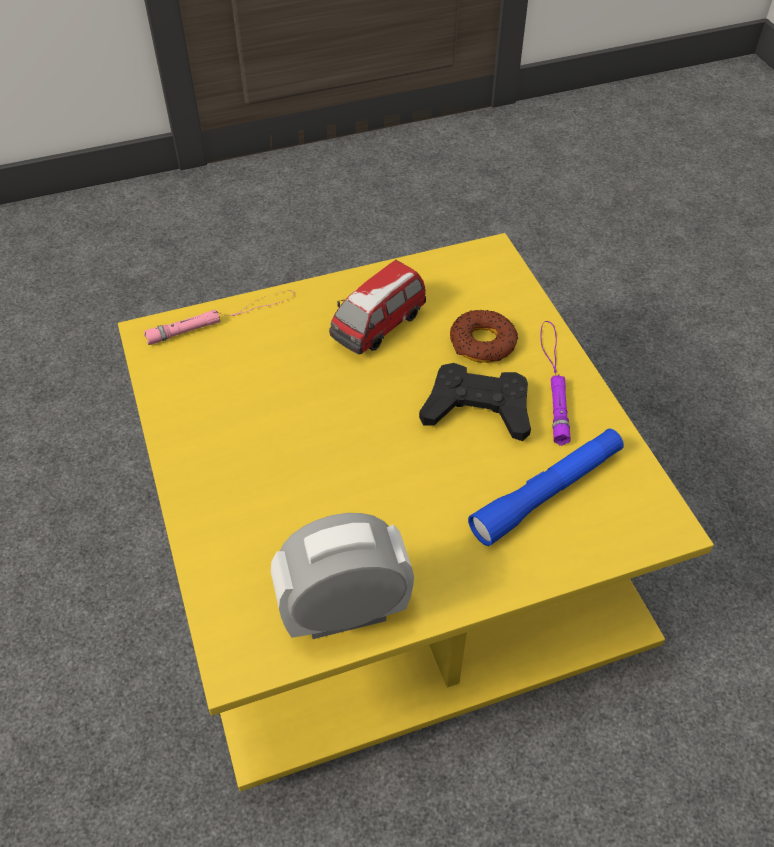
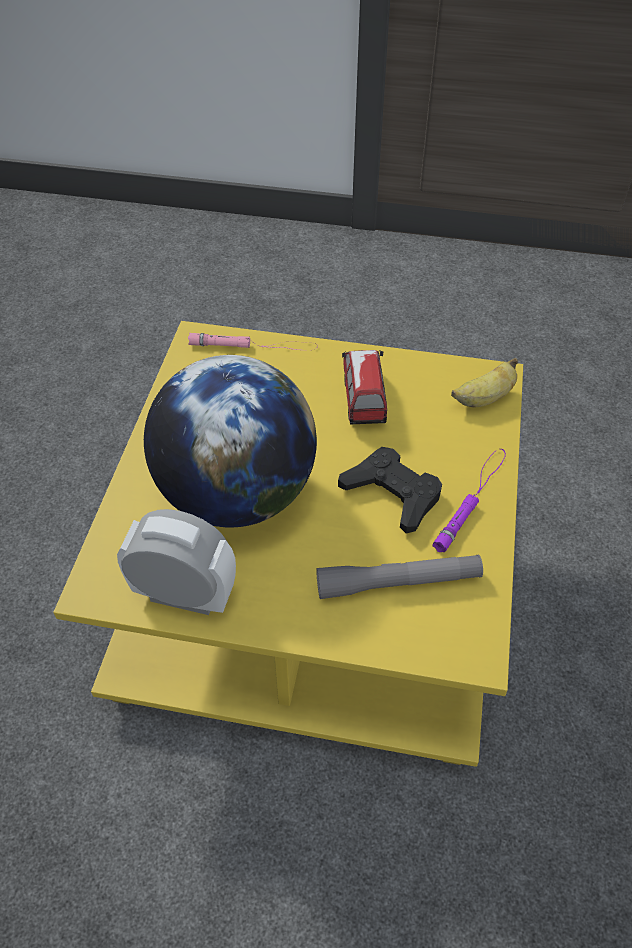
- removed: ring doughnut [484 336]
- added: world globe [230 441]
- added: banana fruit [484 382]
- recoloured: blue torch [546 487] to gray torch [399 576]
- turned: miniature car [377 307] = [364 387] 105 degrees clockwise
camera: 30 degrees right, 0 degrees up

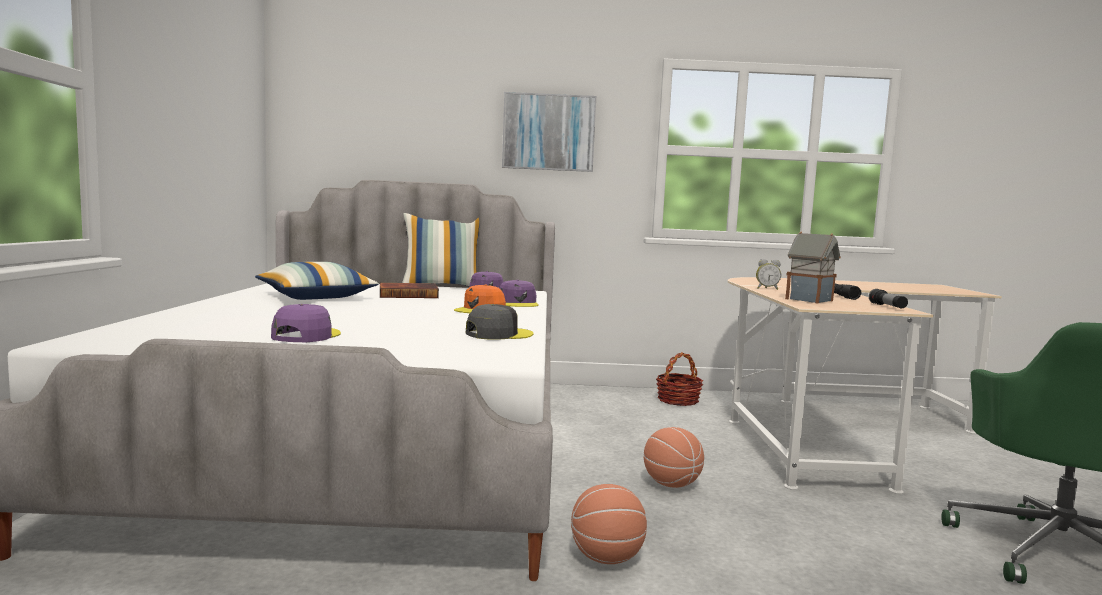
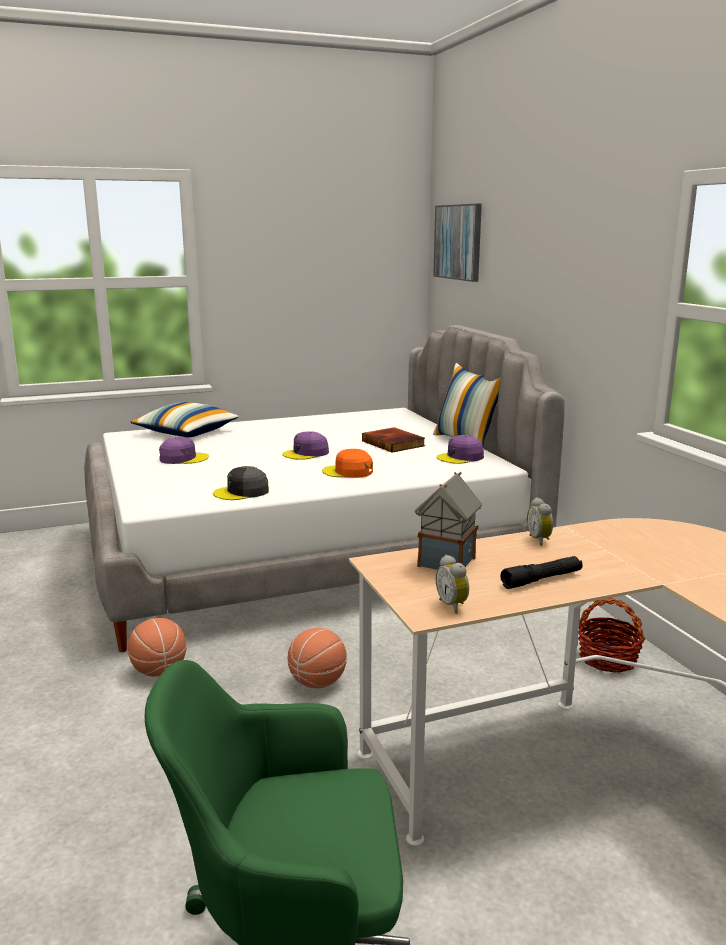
- moved: pillow [317 281] to [184 419]
- moved: purple-coloured baseball cap [519 293] to [305 445]
- moved: wall art [549 132] to [457 243]
- replaced: torch [888 298] to bedside clock [452 584]
- turned: gray baseball cap [499 322] = [241 483] 120 degrees clockwise
camera: 70 degrees right, 10 degrees up

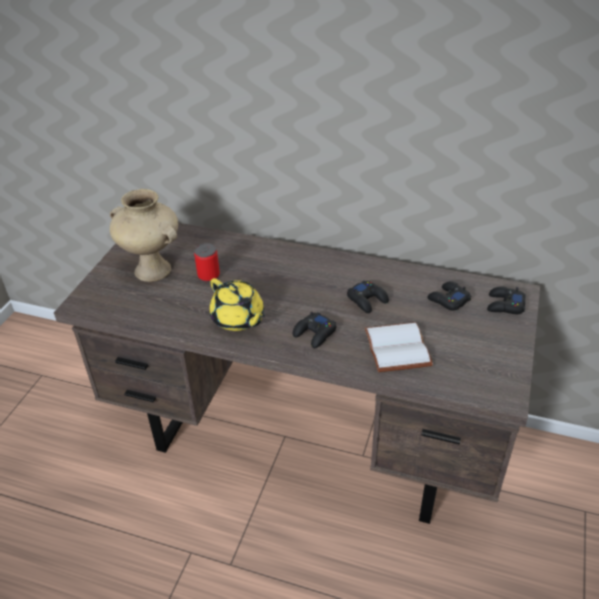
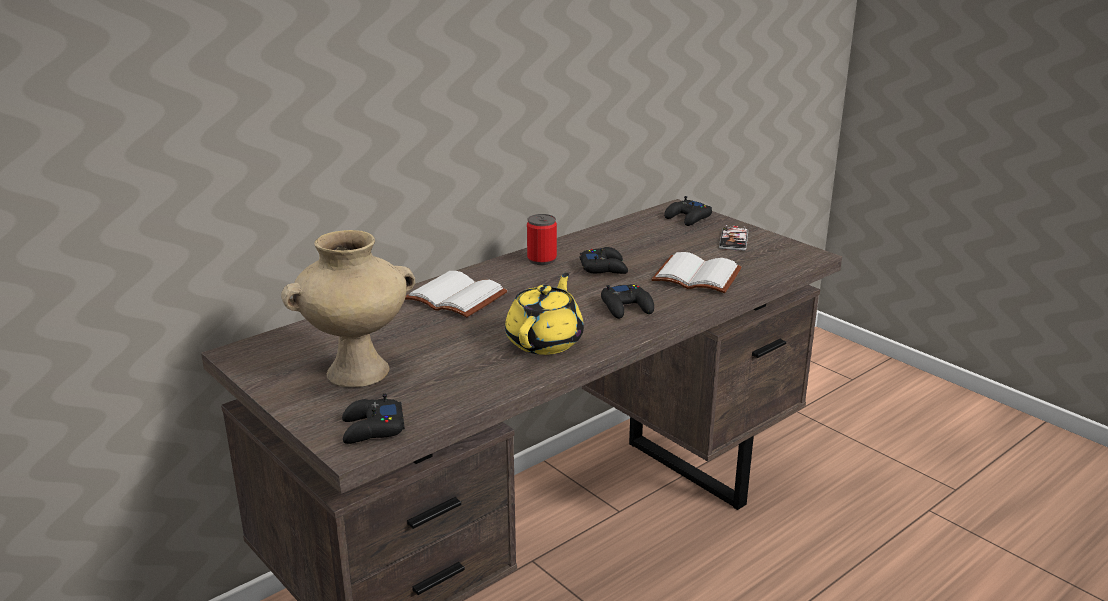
- added: white-coloured book [456 294]
- added: handset [733 238]
- moved: metal can [207 262] to [542 239]
- moved: black game controller [449 296] to [373 419]
- turned: yellowish pot for tea [237 304] = [544 314] 60 degrees counterclockwise
camera: 60 degrees left, 15 degrees down

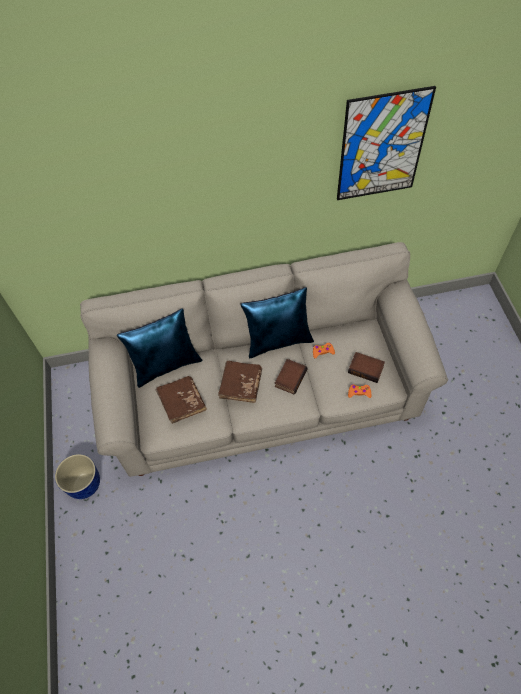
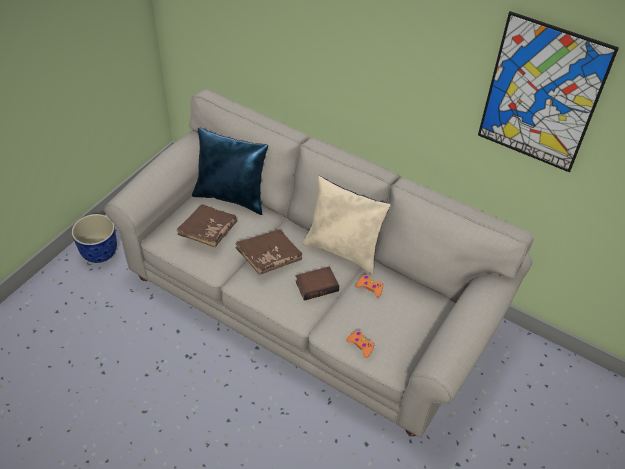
- removed: book [366 367]
- recoloured: blue pillow [277 322] to sand-coloured pillow [346 225]
camera: 40 degrees right, 10 degrees down

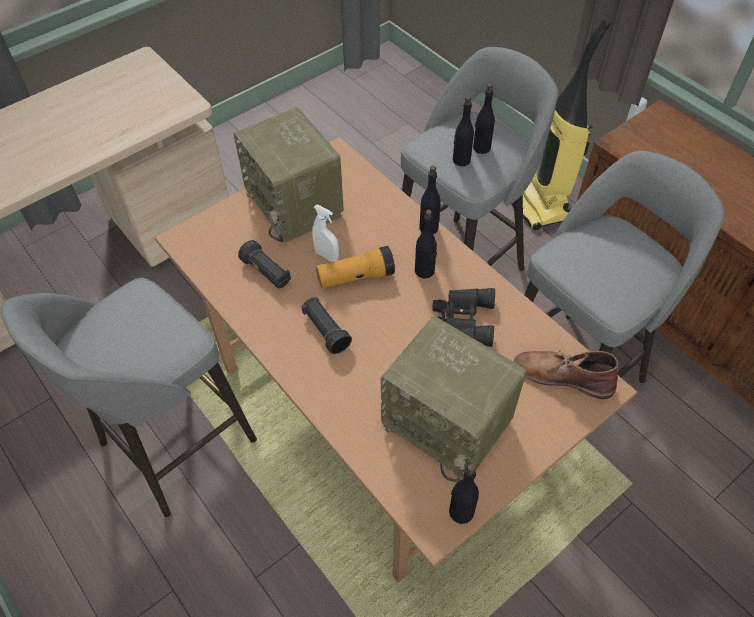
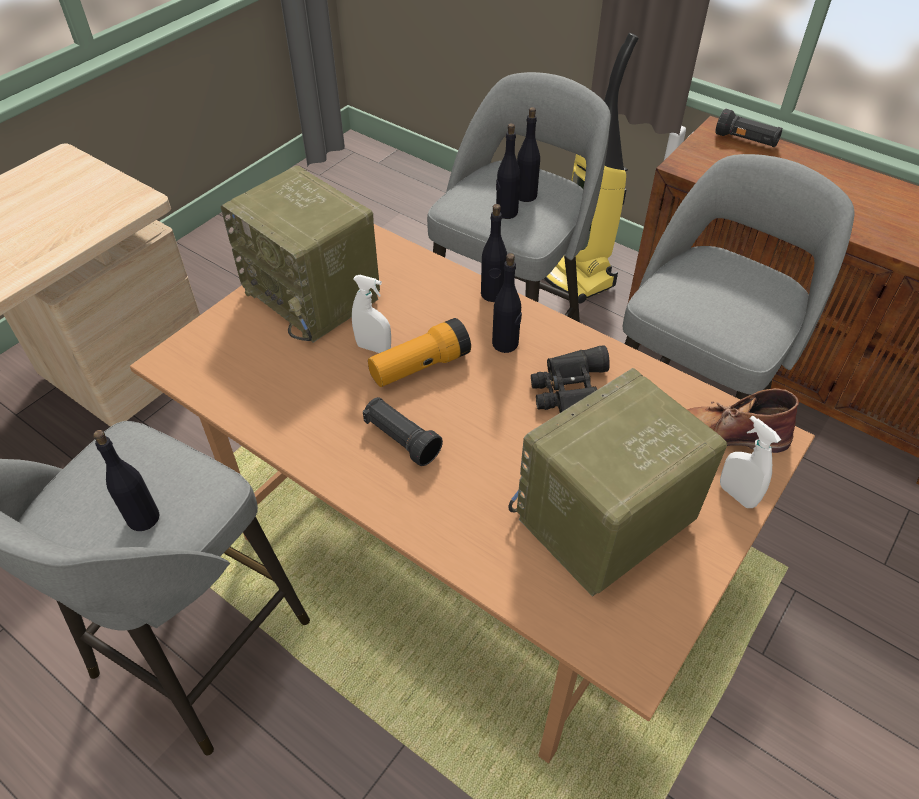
- added: white-coloured sprayer [750 461]
- moved: black torch [264 264] to [748 128]
- moved: black drink bottle [464 494] to [126 480]
- turned: radio receiver [454 400] = [617 482] 120 degrees clockwise
camera: 15 degrees left, 5 degrees down

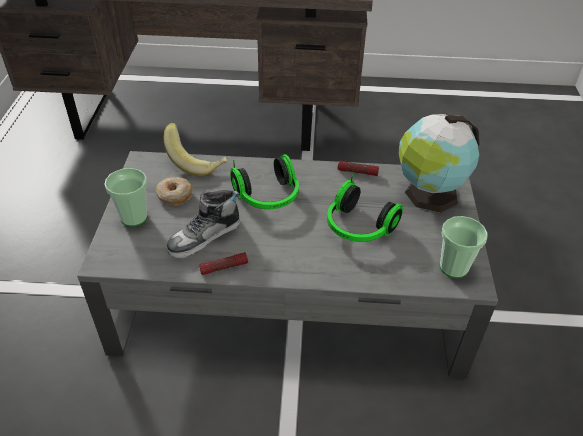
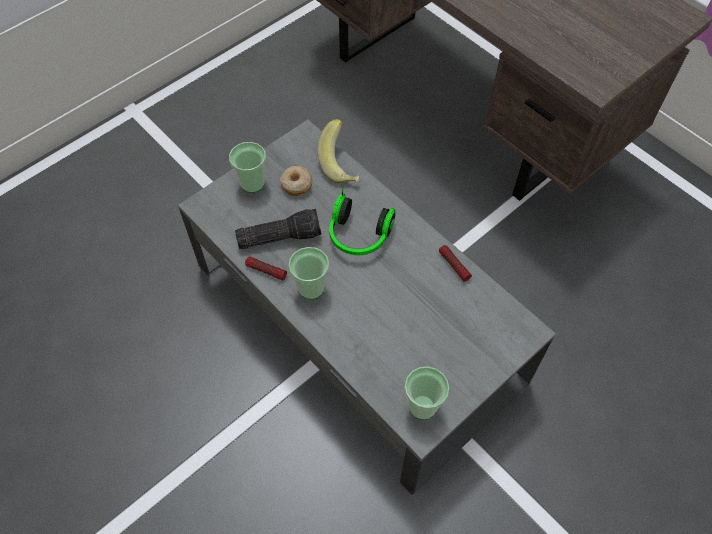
- removed: pair of headphones [365 207]
- removed: world globe [438 163]
- added: small cup [309 273]
- replaced: shoe [203 224] to torch [278 229]
camera: 45 degrees right, 15 degrees up

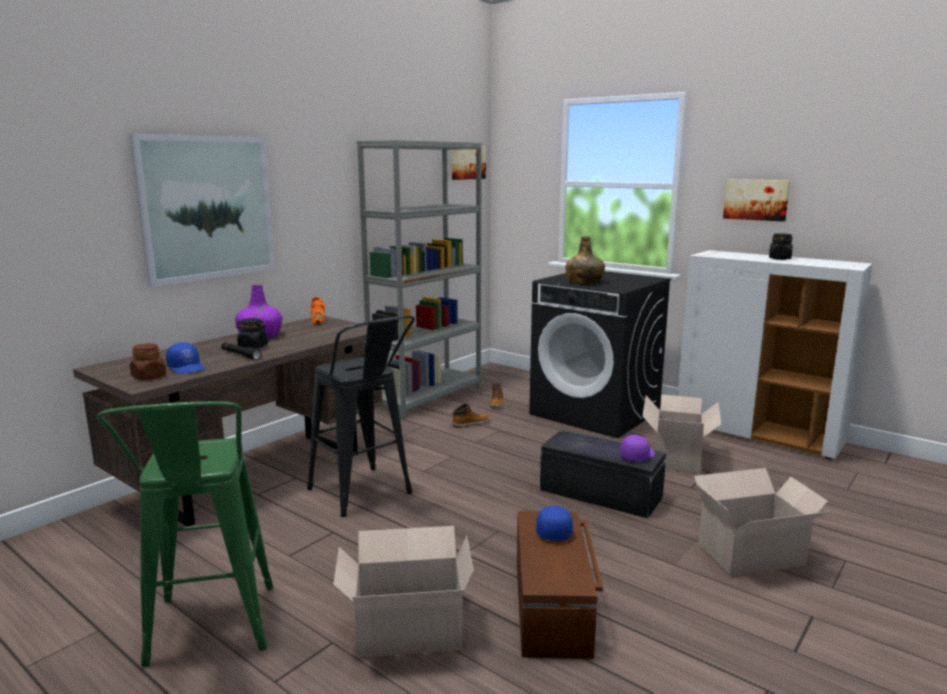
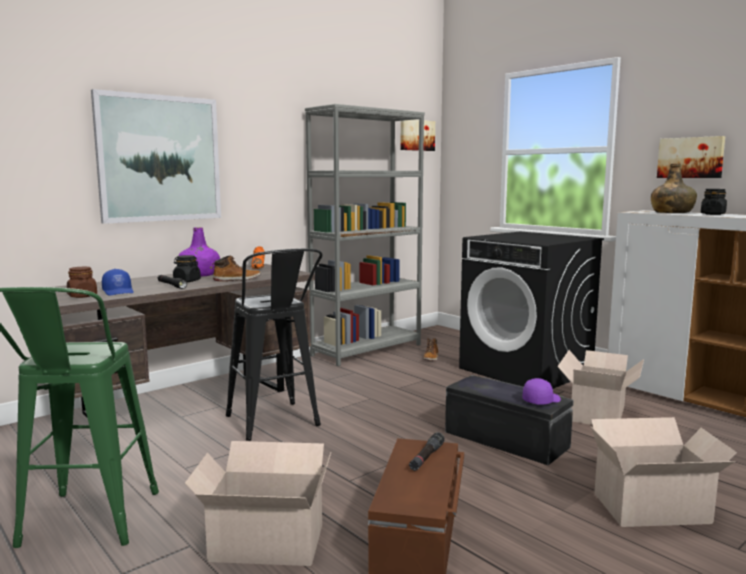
- moved: boot [471 416] to [236 268]
- moved: green drink bottle [585 260] to [674 188]
- replaced: blue baseball cap [554 523] to black torch [427 451]
camera: 10 degrees right, 5 degrees down

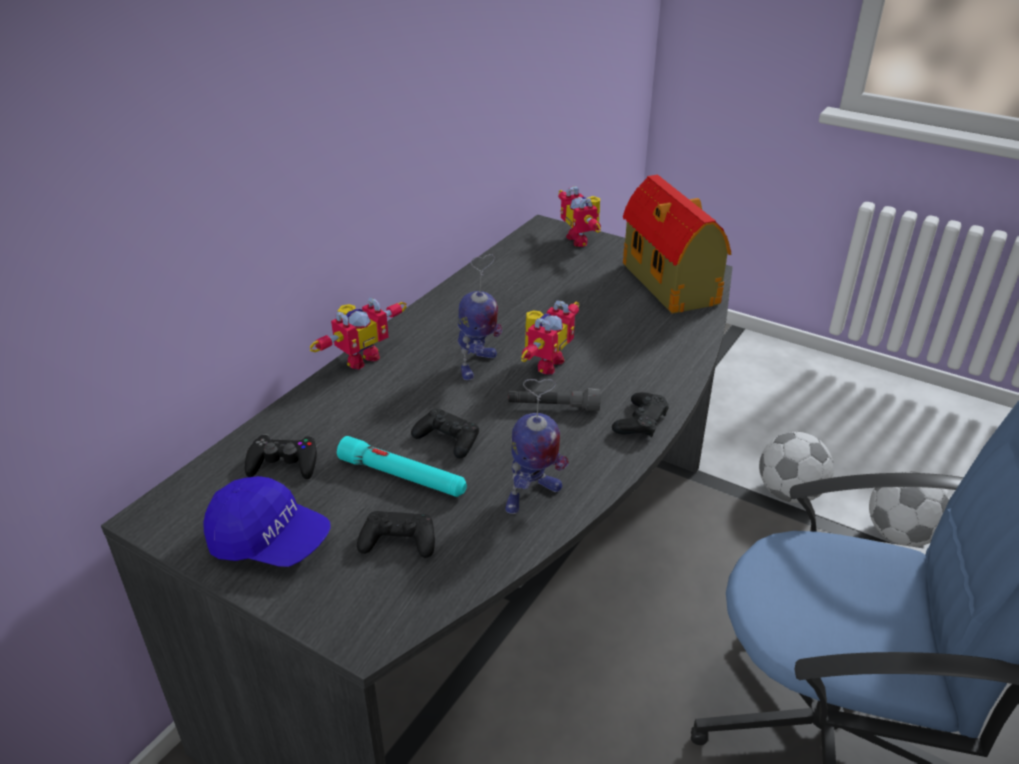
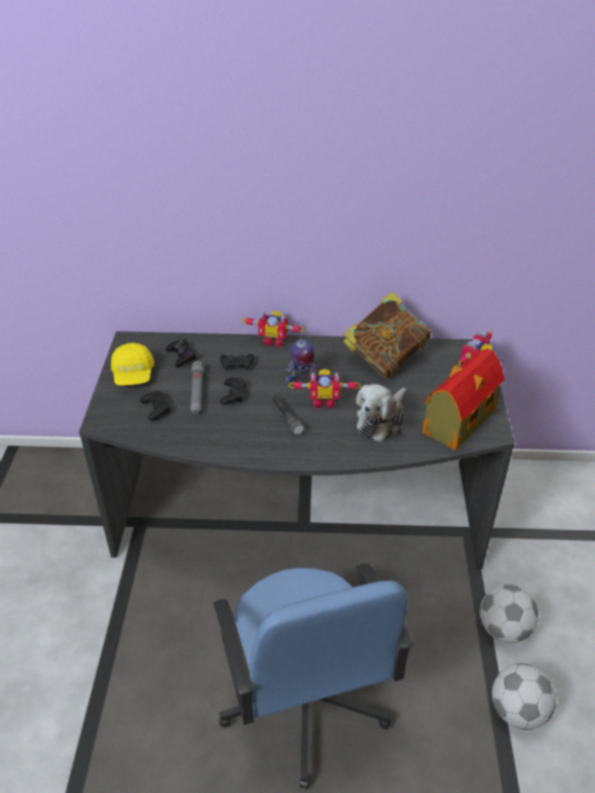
- removed: robot figure [537 446]
- added: book [387 335]
- added: soft toy [381 413]
- moved: black game controller [640 414] to [237 362]
- recoloured: blue baseball cap [267 521] to yellowish baseball cap [132 364]
- recoloured: blue-green torch [402 466] to gray torch [197 387]
camera: 60 degrees right, 5 degrees up

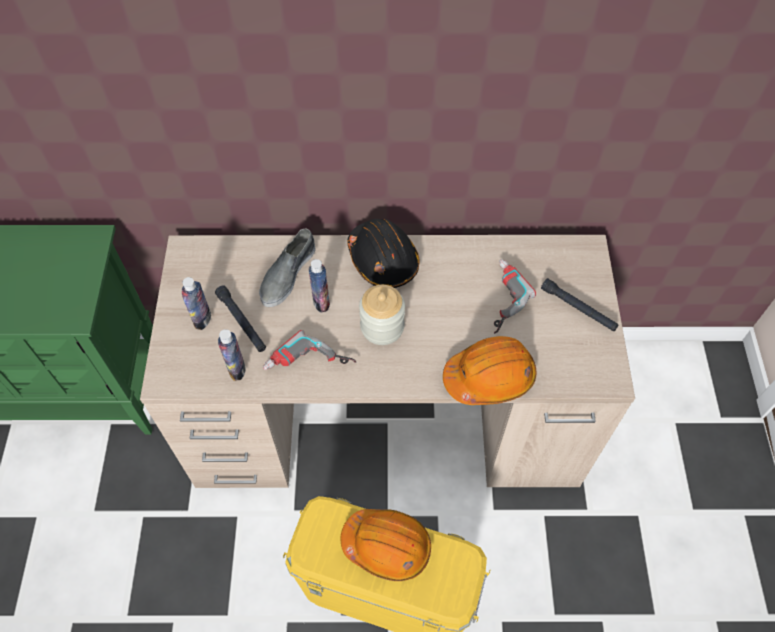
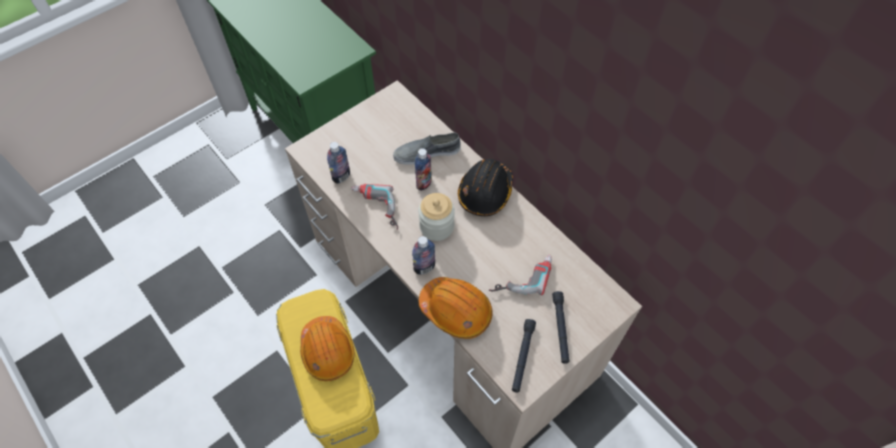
- moved: drink bottle [196 303] to [423 255]
- moved: black torch [240 319] to [524 356]
camera: 50 degrees right, 0 degrees up

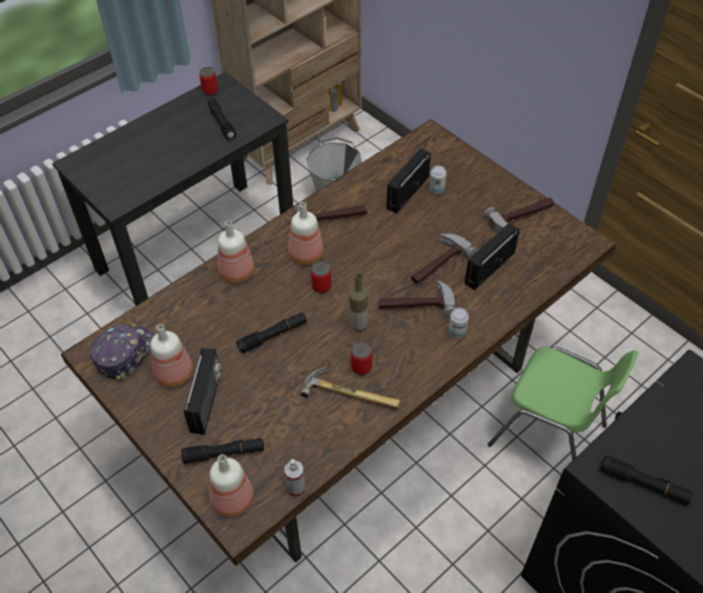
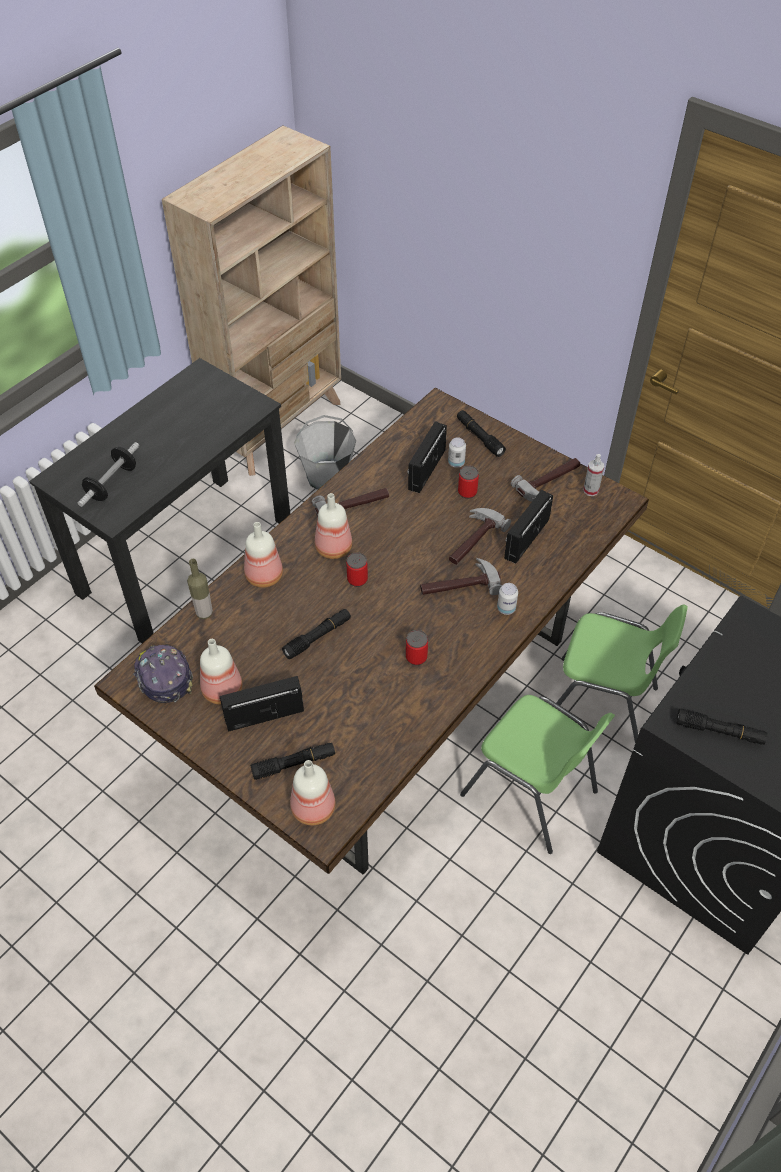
- removed: tool hammer [350 388]
- added: free weight [108 474]
- added: green plain chair [537 774]
- moved: metal can [208 81] to [468 482]
- moved: black torch [222 119] to [481 433]
- moved: sprayer [295 478] to [593 475]
- moved: drink bottle [358 302] to [200 589]
- turned: baseball cap [122 353] = [163 673] 45 degrees counterclockwise
- turned: radio receiver [202 391] = [262 703] 105 degrees counterclockwise
camera: 10 degrees left, 0 degrees up

